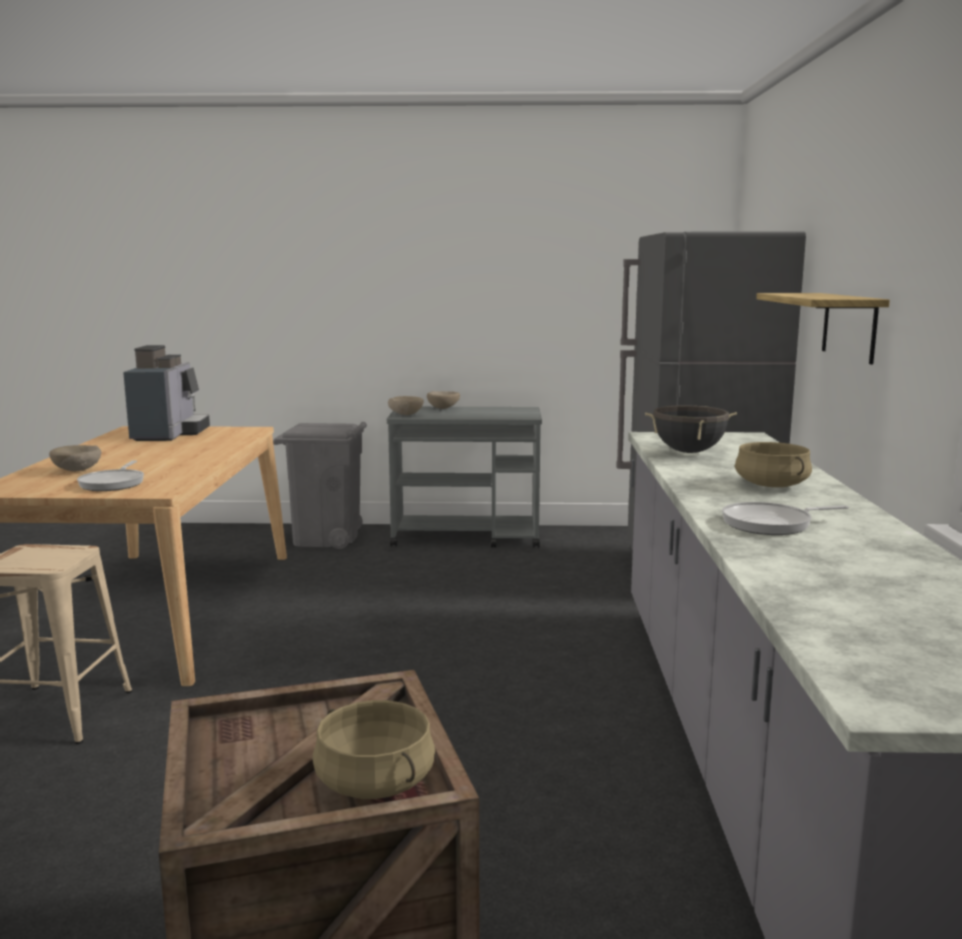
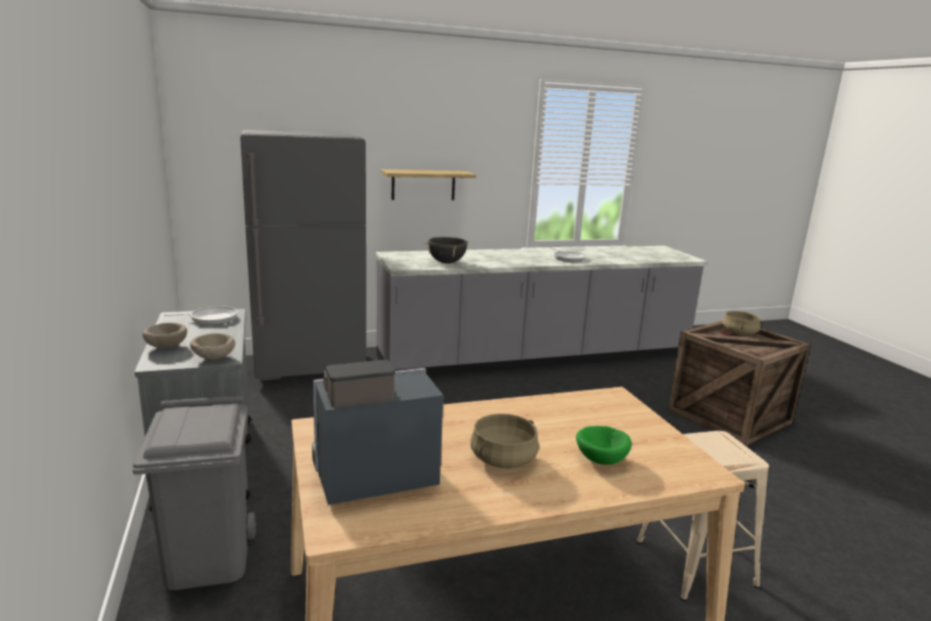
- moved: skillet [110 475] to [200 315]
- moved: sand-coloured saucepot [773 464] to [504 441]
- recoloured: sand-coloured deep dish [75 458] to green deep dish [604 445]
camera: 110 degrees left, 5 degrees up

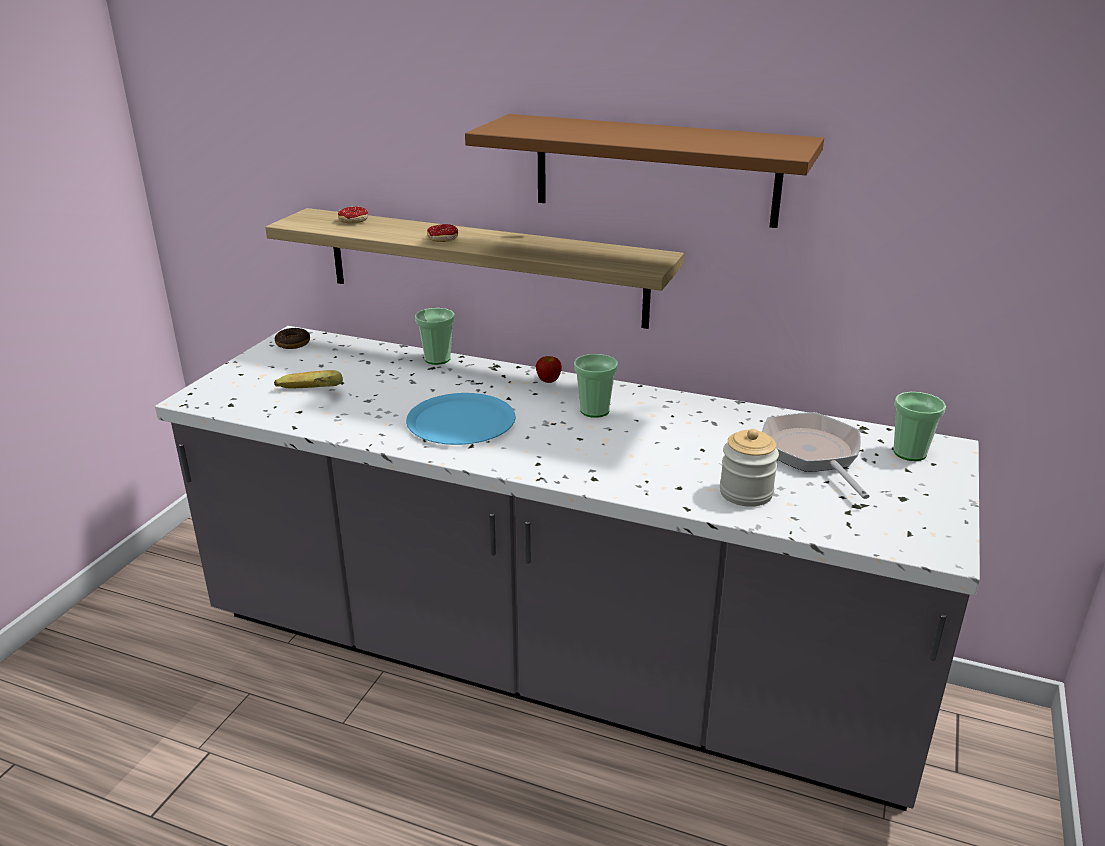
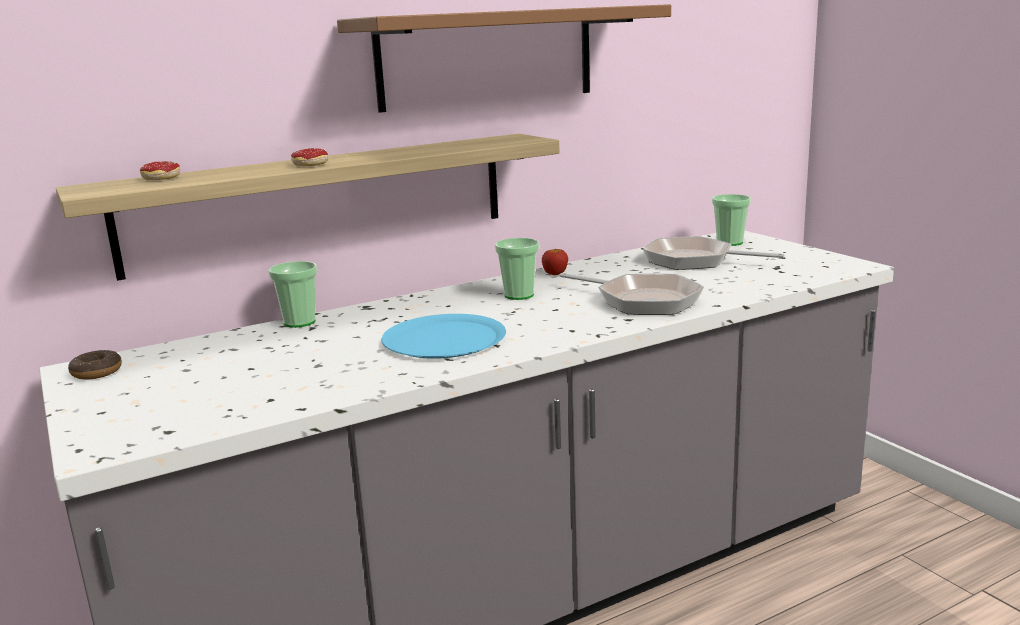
- removed: banana fruit [308 379]
- removed: jar [749 468]
- added: skillet [632 294]
- moved: apple fruit [549 369] to [555 262]
camera: 50 degrees left, 10 degrees down

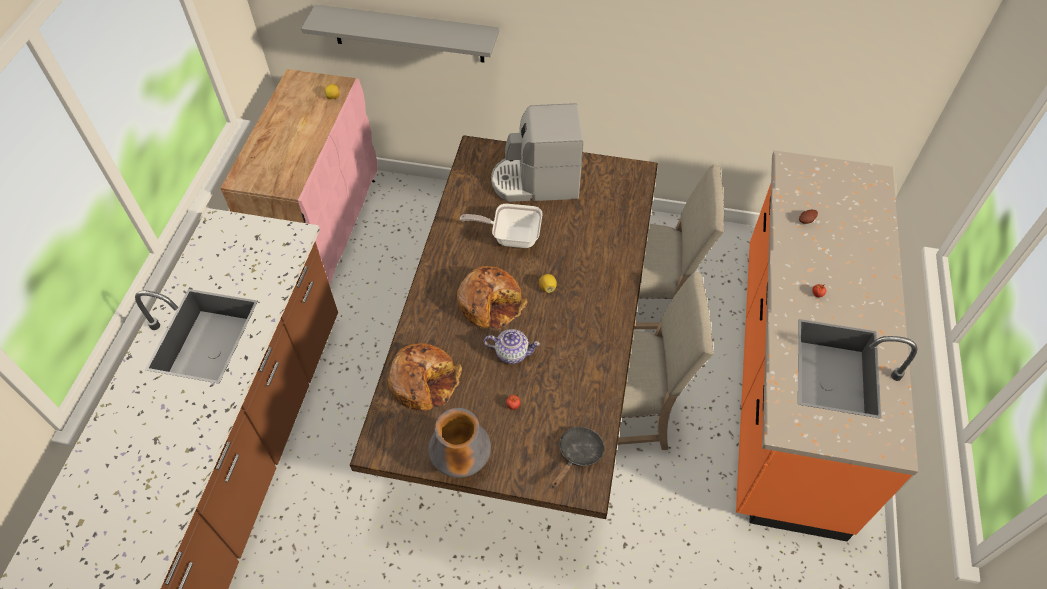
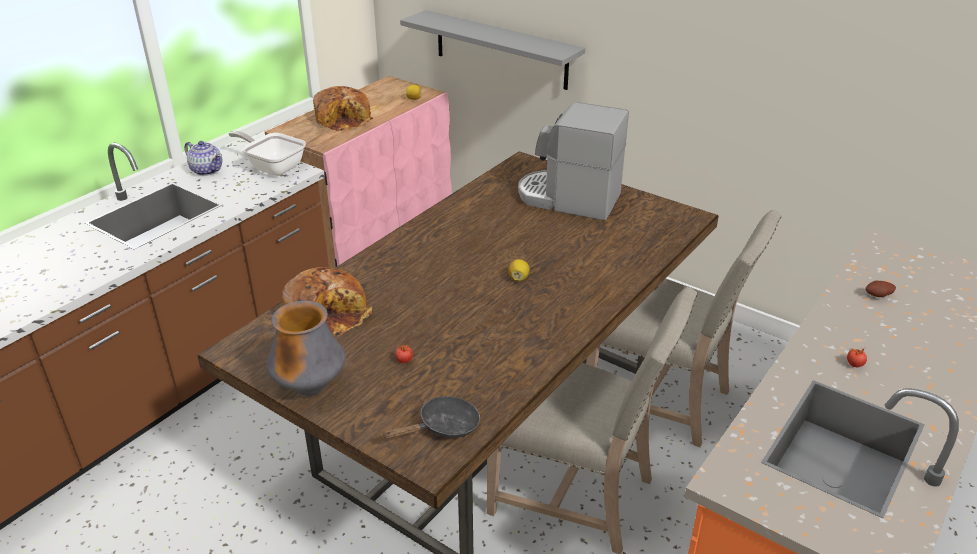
- moved: baked bread [492 297] to [342 108]
- moved: skillet [501 226] to [267 153]
- moved: pot for tea [512 346] to [203 158]
camera: 25 degrees right, 20 degrees down

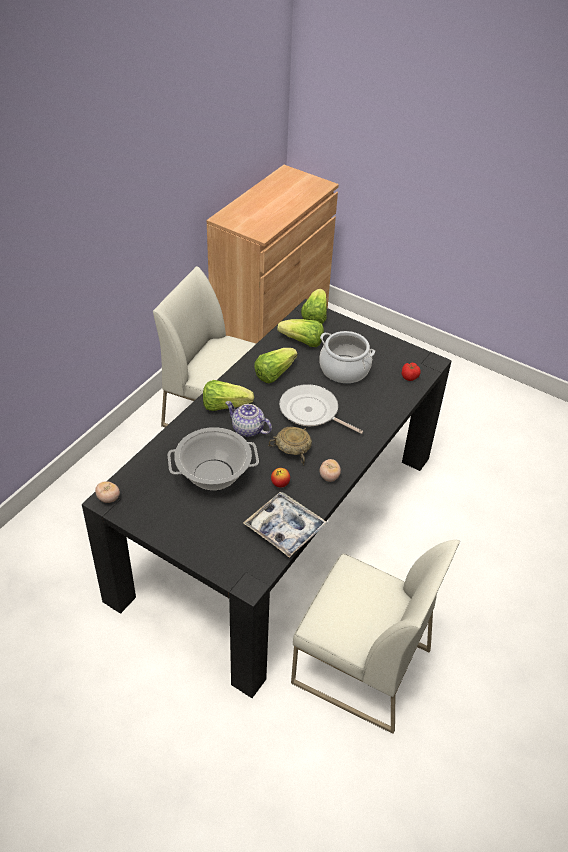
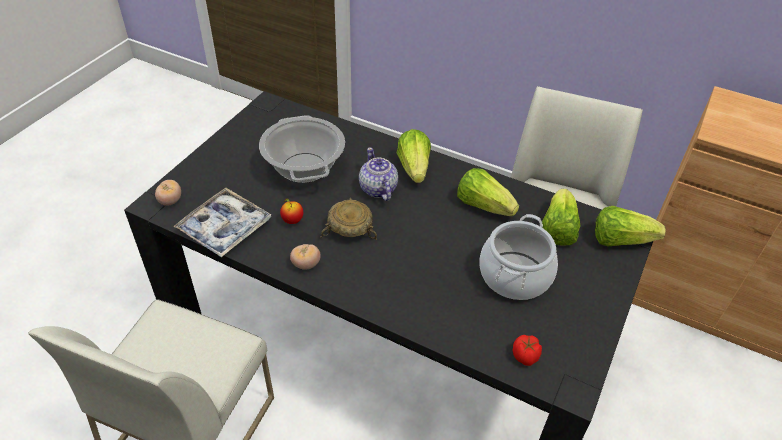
- removed: skillet [321 409]
- moved: whole tomato [107 492] to [168 193]
- turned: pot for tea [248 419] = [378 174] 45 degrees counterclockwise
camera: 85 degrees right, 0 degrees up

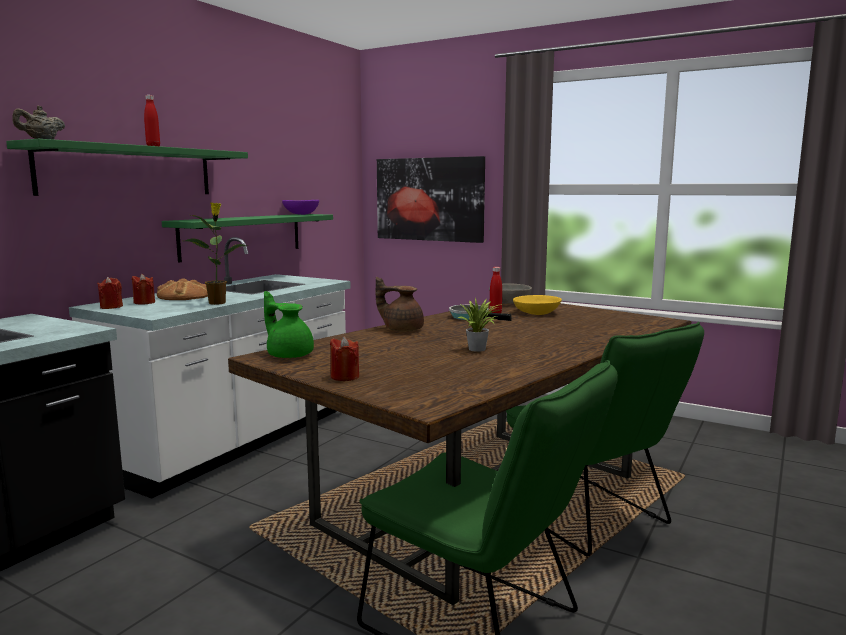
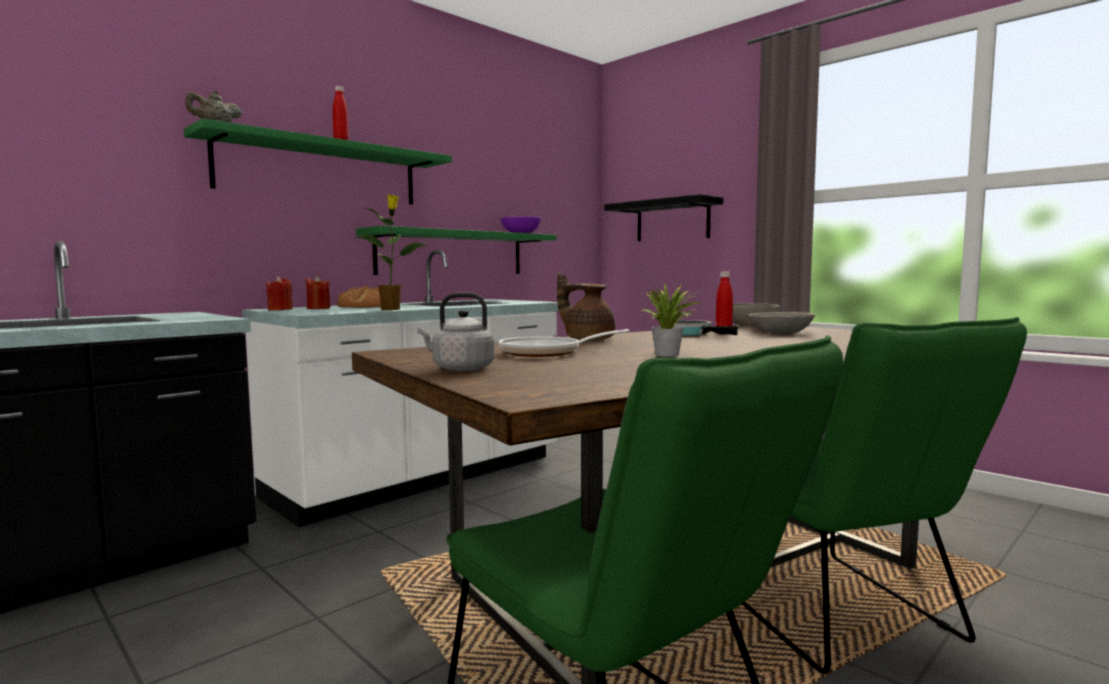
- removed: green pot for tea [289 324]
- added: skillet [564 343]
- replaced: reddish wax candle [344 358] to gray kettle [456 331]
- replaced: wall art [431 199] to black wall shelf [663 217]
- recoloured: yellowish deep dish [537 305] to gray deep dish [781 323]
camera: 15 degrees right, 5 degrees down

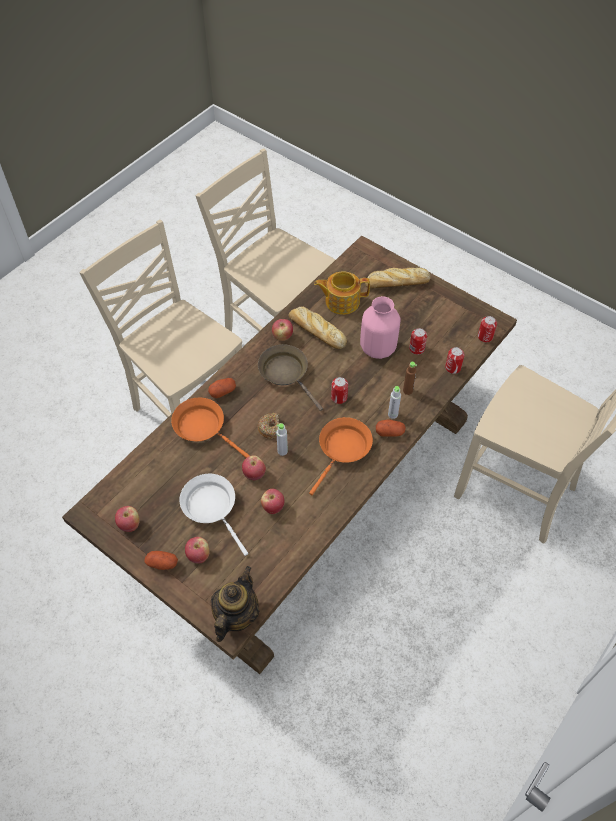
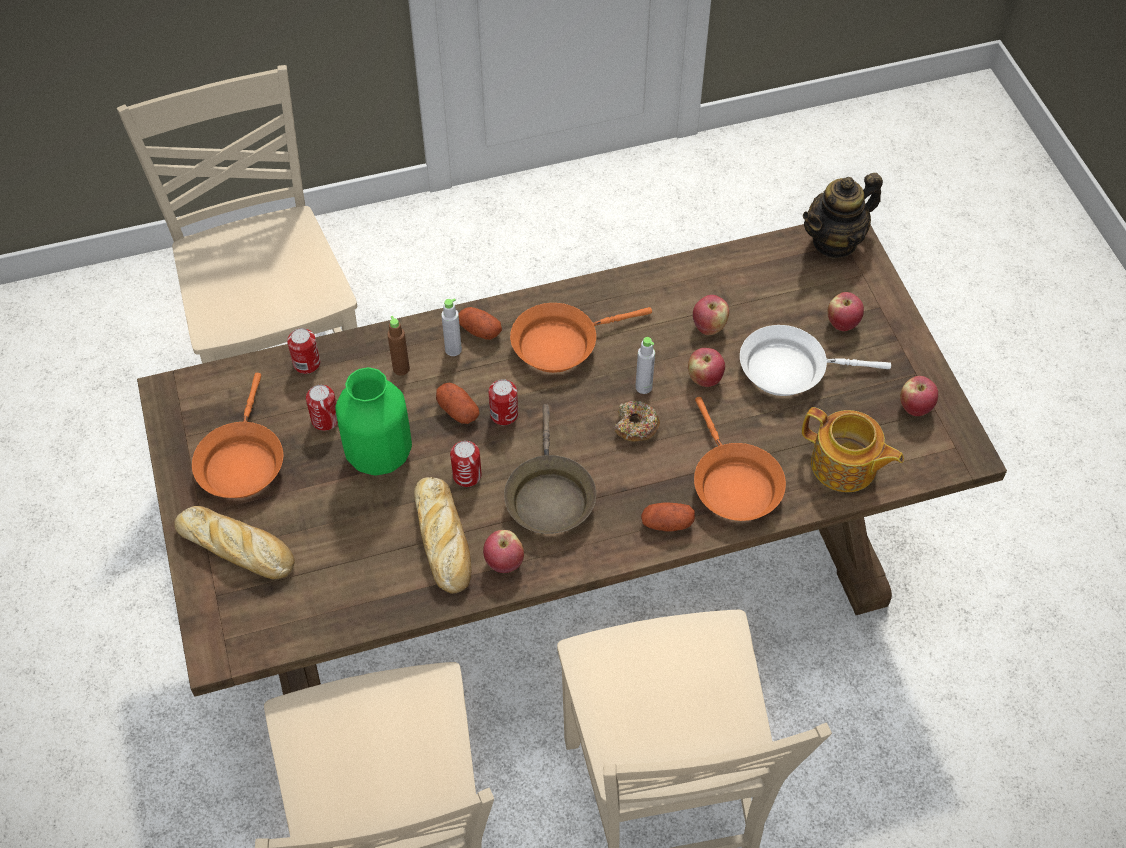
- added: orangey skillet [237 435]
- moved: potato [161 560] to [457 403]
- moved: pot for tea [342 293] to [853 449]
- moved: metal can [487 329] to [466 464]
- recoloured: pinkish flower vase [380 327] to green flower vase [373 421]
- turned: white-coloured skillet [213 515] = [815 360] 90 degrees clockwise
camera: 145 degrees left, 0 degrees up

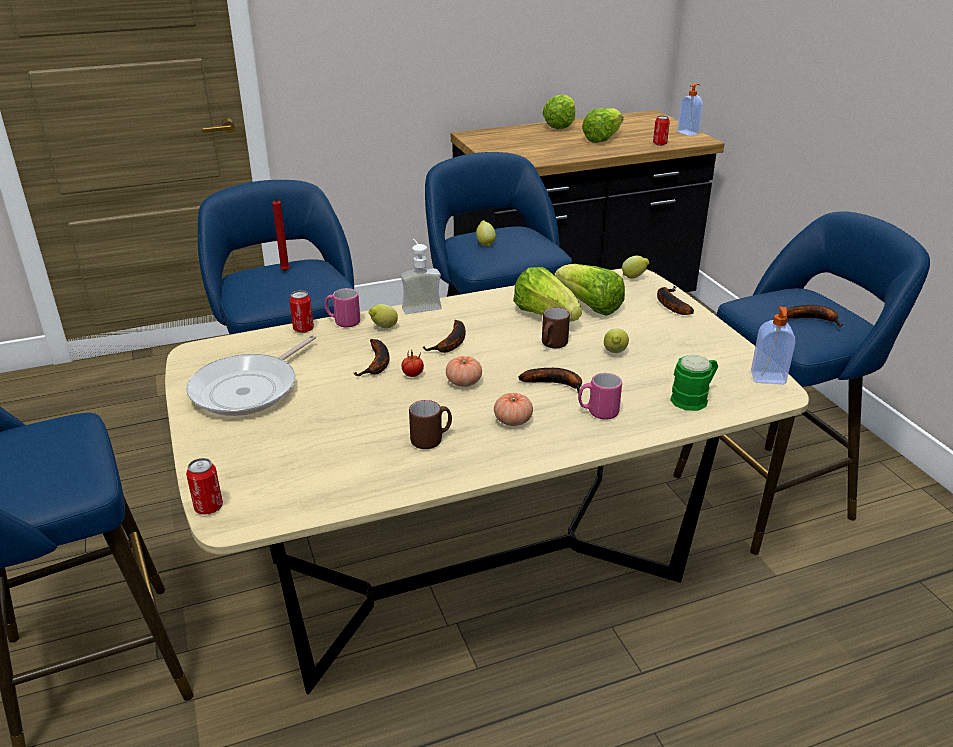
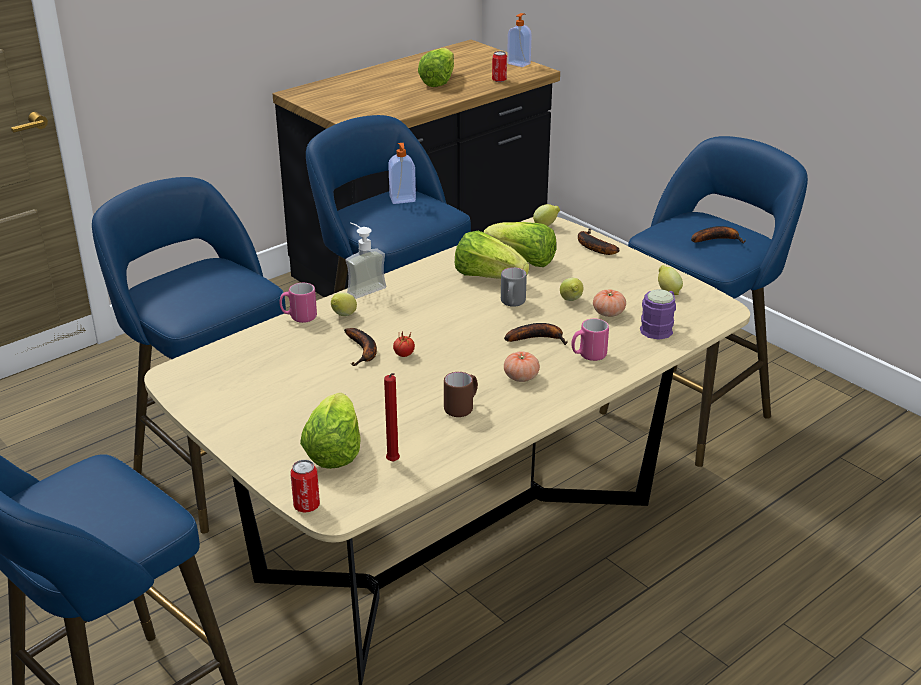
- removed: skillet [251 375]
- removed: metal can [301 311]
- removed: banana fruit [444 336]
- moved: reddish wax candle [281 234] to [392 417]
- moved: whole tomato [464 371] to [609 303]
- moved: citrus fruit [486 233] to [670 280]
- moved: lettuce head [558 112] to [330 431]
- moved: soap dispenser [773 345] to [402 173]
- recoloured: brown-coloured tea mug [556 328] to gray tea mug [514 287]
- recoloured: green tea mug [694 383] to purple-coloured tea mug [658 314]
camera: 20 degrees left, 0 degrees up

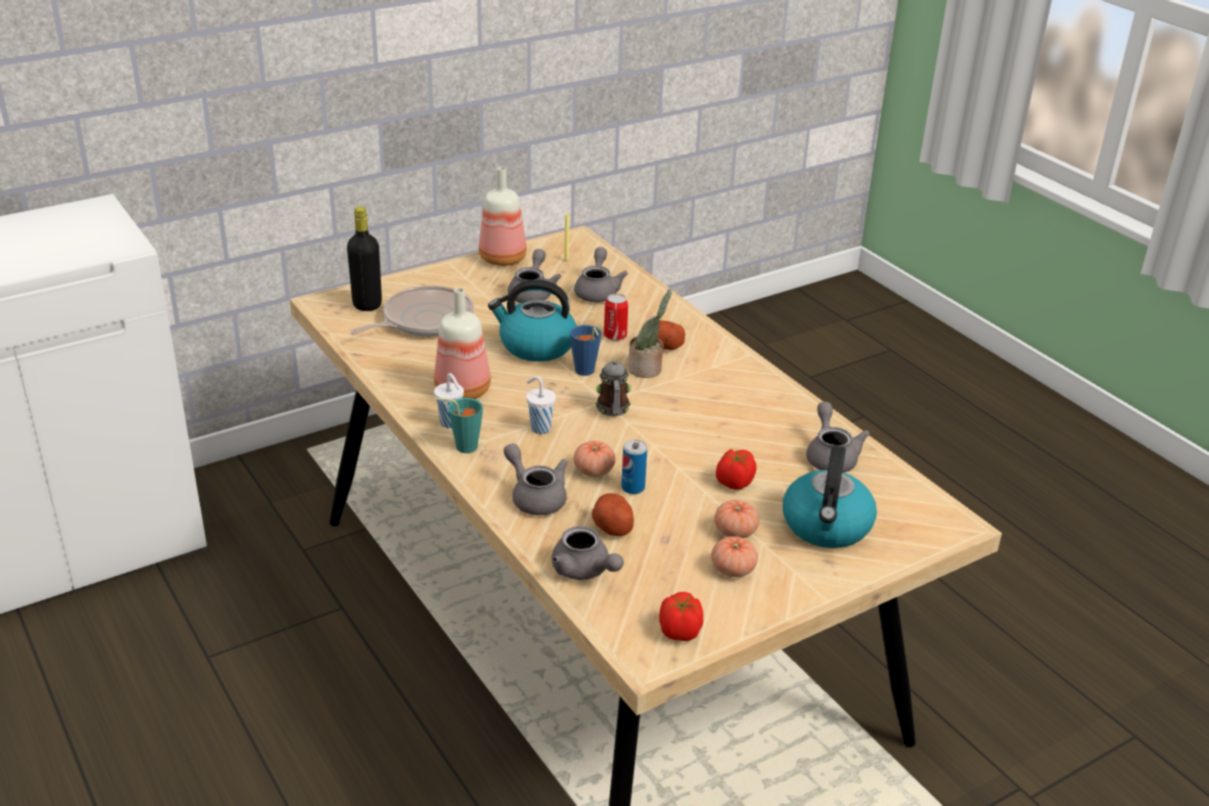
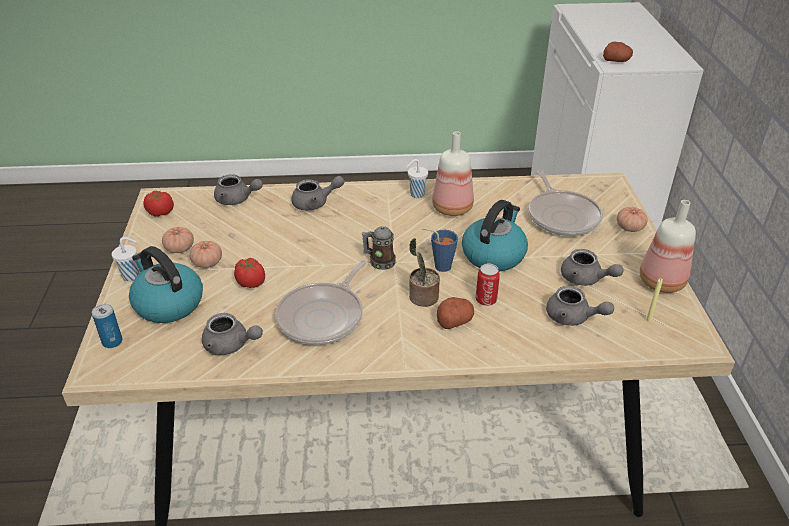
- removed: black drink bottle [364 259]
- removed: blue-green small cup [459 425]
- added: skillet [321 302]
- moved: white-coloured small cup [541 405] to [125 259]
- moved: whole tomato [595 459] to [632 219]
- moved: potato [613 514] to [618 52]
- moved: metal can [634 466] to [107 326]
- turned: gray pot for tea [588 553] = [238 189] 150 degrees counterclockwise
camera: 120 degrees right, 5 degrees up

